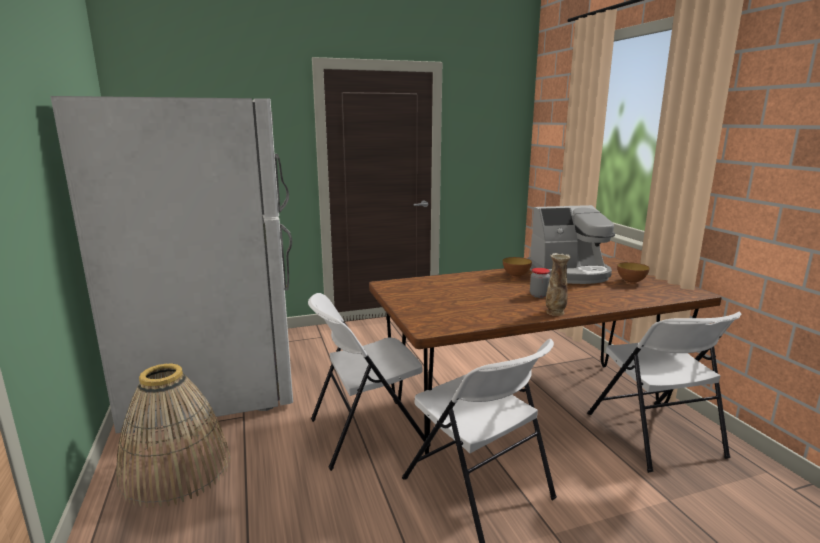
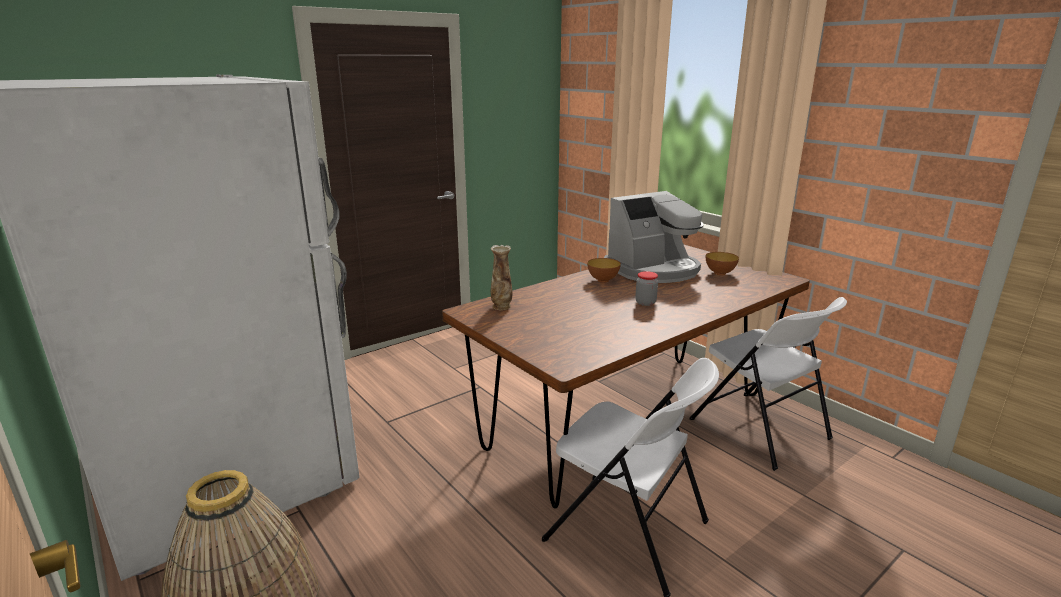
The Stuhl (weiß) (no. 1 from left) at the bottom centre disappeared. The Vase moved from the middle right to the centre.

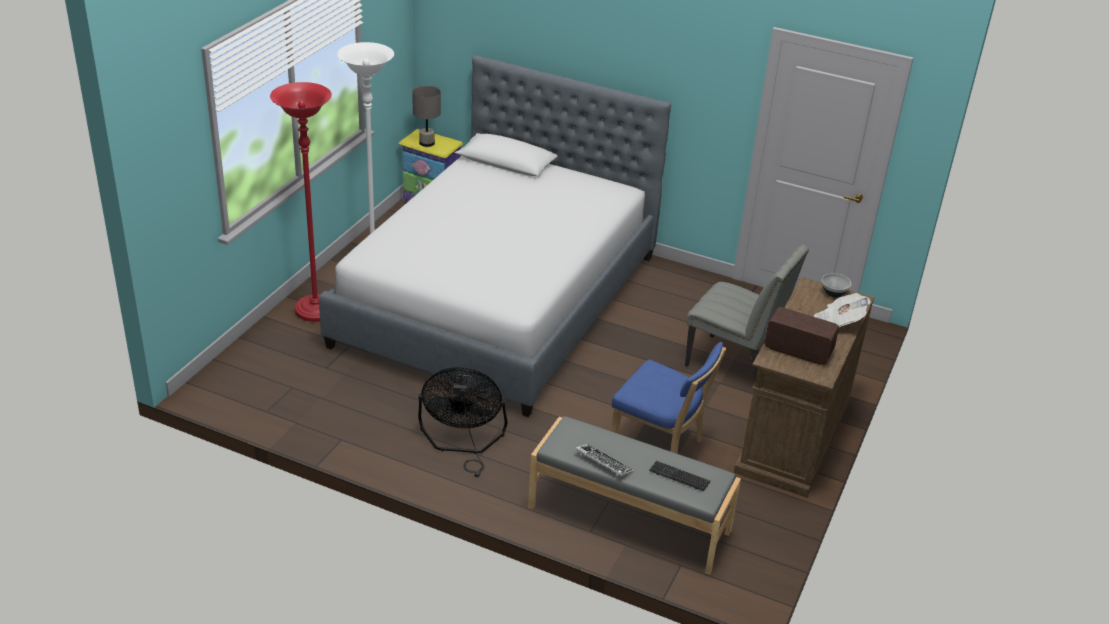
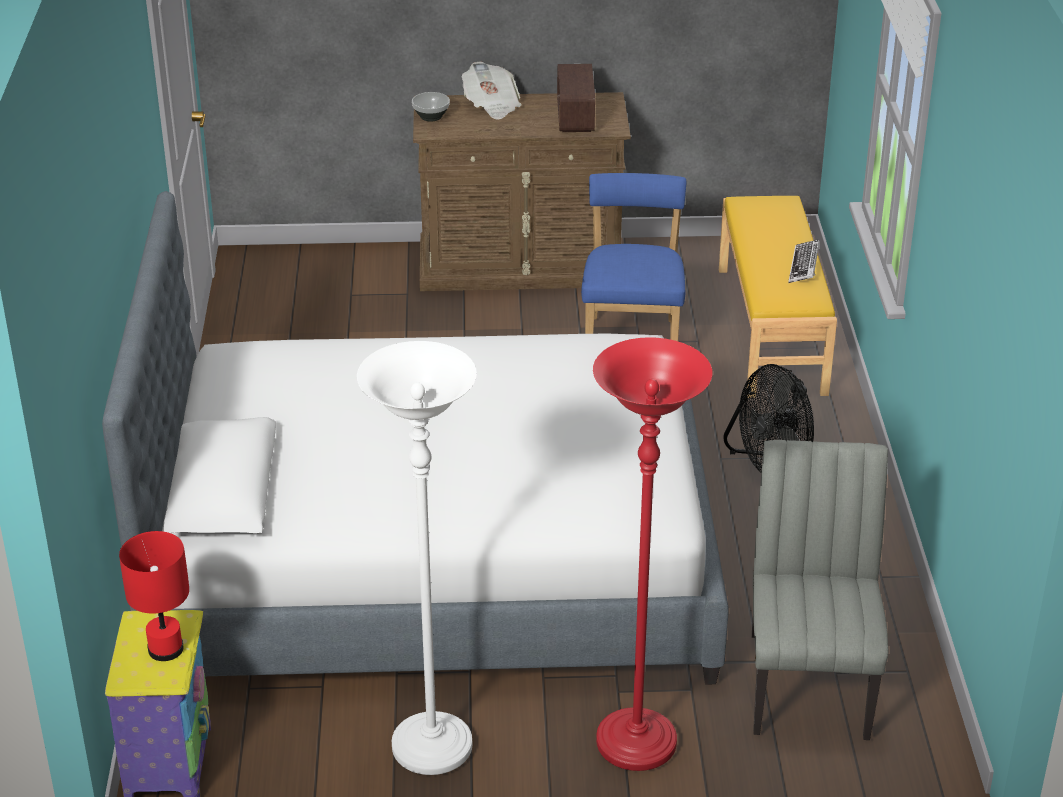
The Tischlampe (grau) at the top centre became the Tischlampe (rot) at the bottom left. The Bank (grau) at the bottom centre became the Bank (gelb) at the middle right. The Tastatur (no. 2 from left) at the bottom centre disappeared. The Stuhl (grau) moved from the middle right to the bottom right.

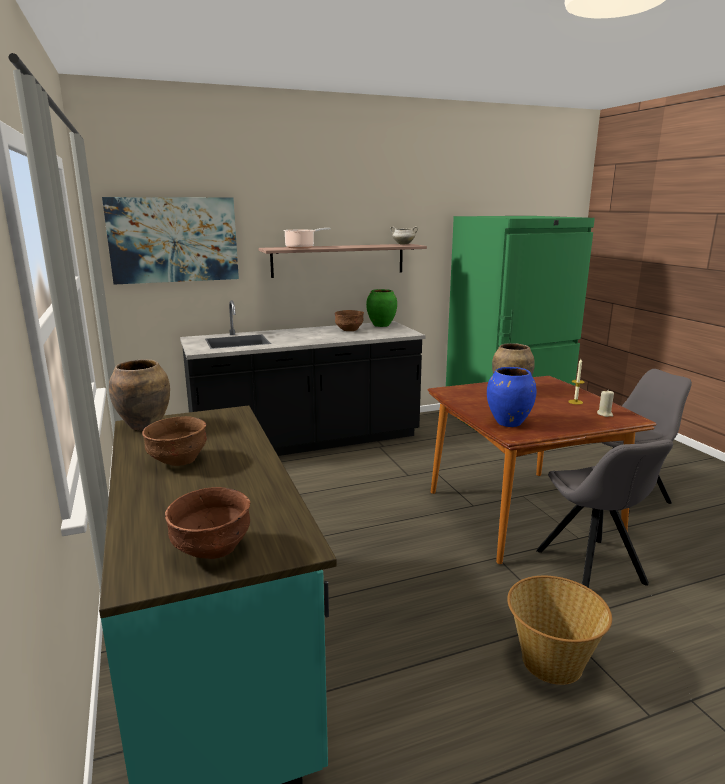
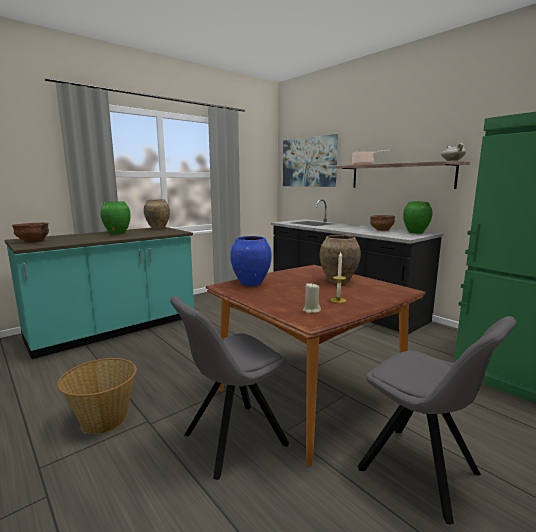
The Schüssel (braun) (no. 1 from left) at the middle left was replaced by the Vase (grün) (no. 1 from left) at the middle left.

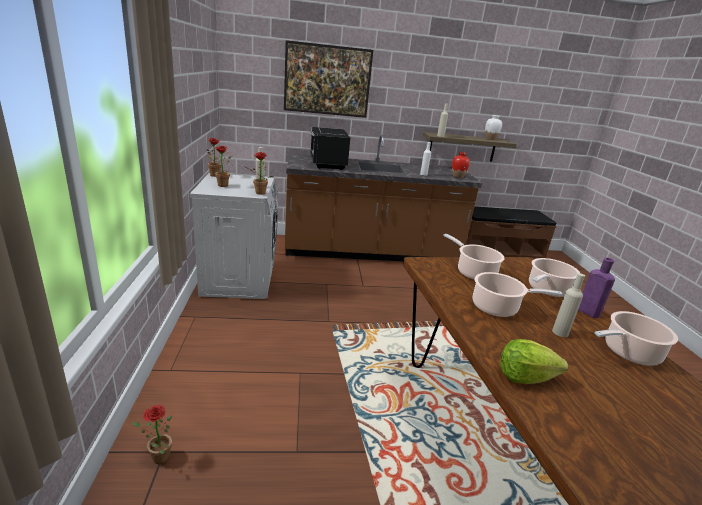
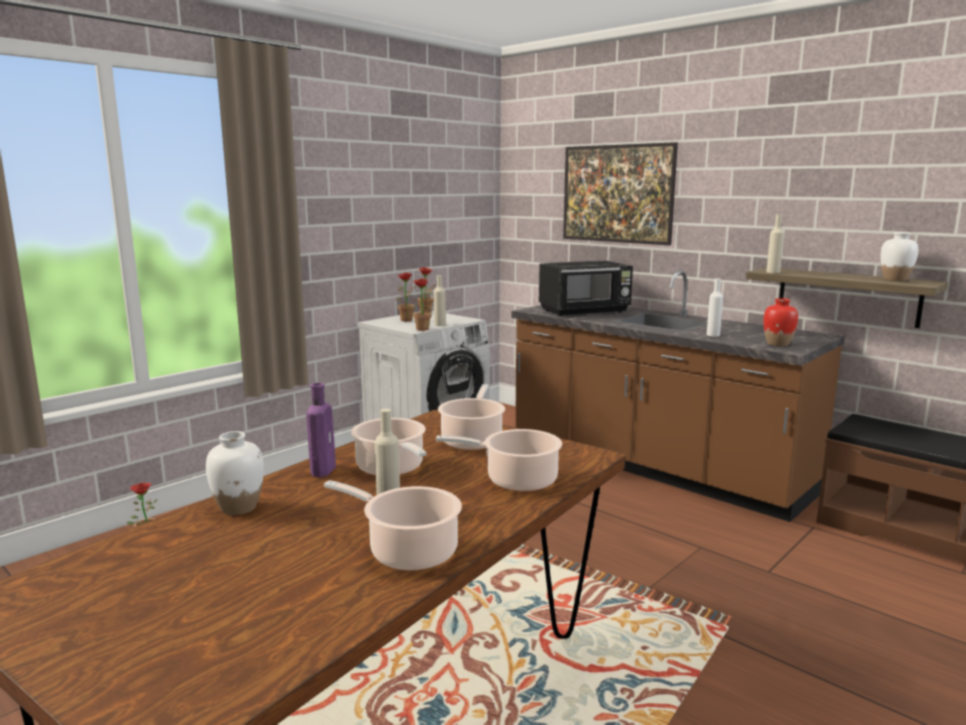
The Mikrowelle (schwarz) at the top centre turned 150 degrees counterclockwise. The Salatkopf at the bottom right was replaced by the Vase (weiß) (no. 1 from left) at the middle left. The Flasche (lila) moved from the middle right to the middle left.

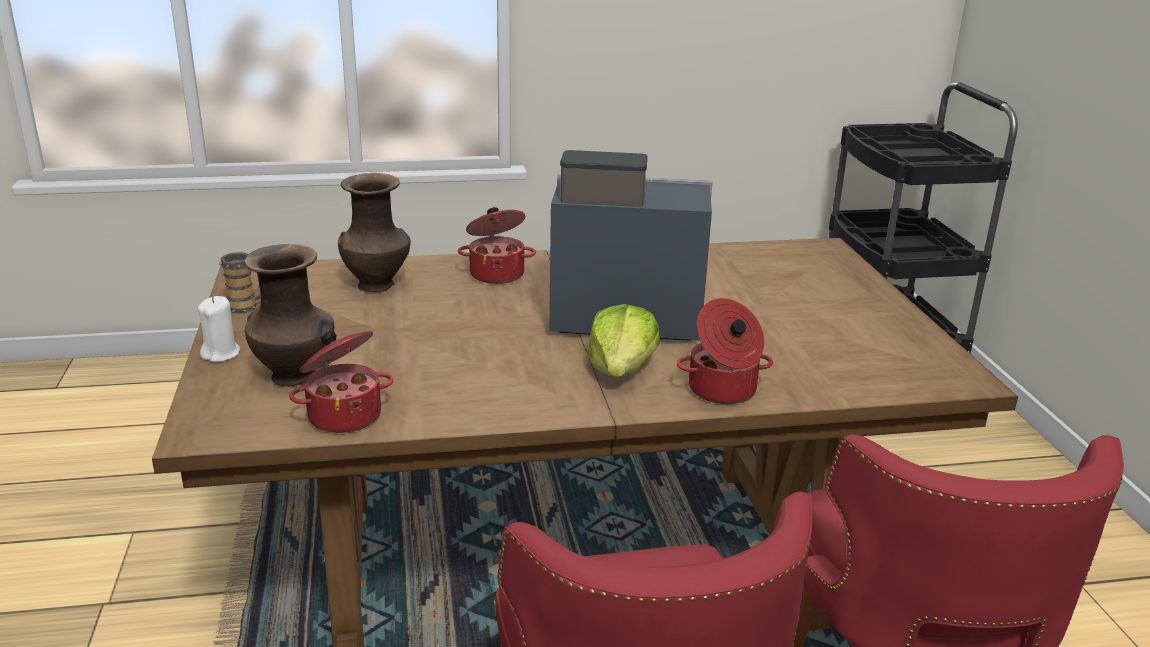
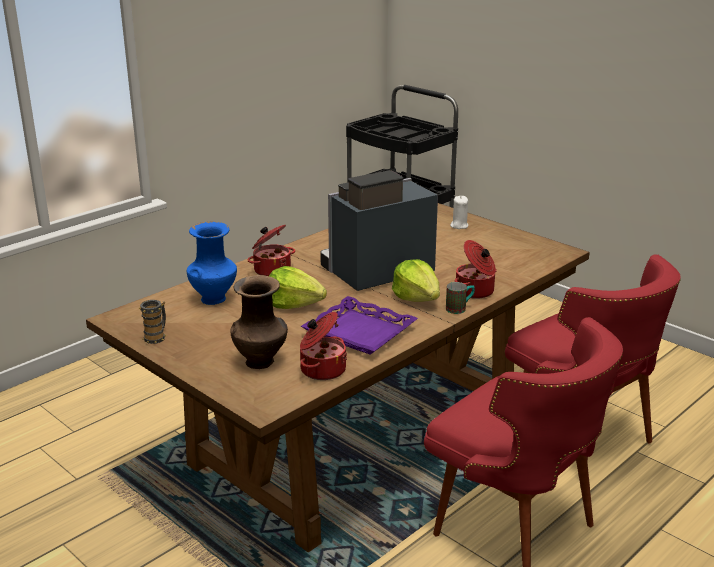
The Kerze (weiß) moved from the middle left to the centre. The Vase (braun) (no. 2 from left) at the middle left became the Vase (blau) at the middle left. The Salatkopf (no. 1 from left) at the centre appeared. The Tablett (lila) at the centre appeared. The Henkelbecher (no. 2 from left) at the centre appeared.

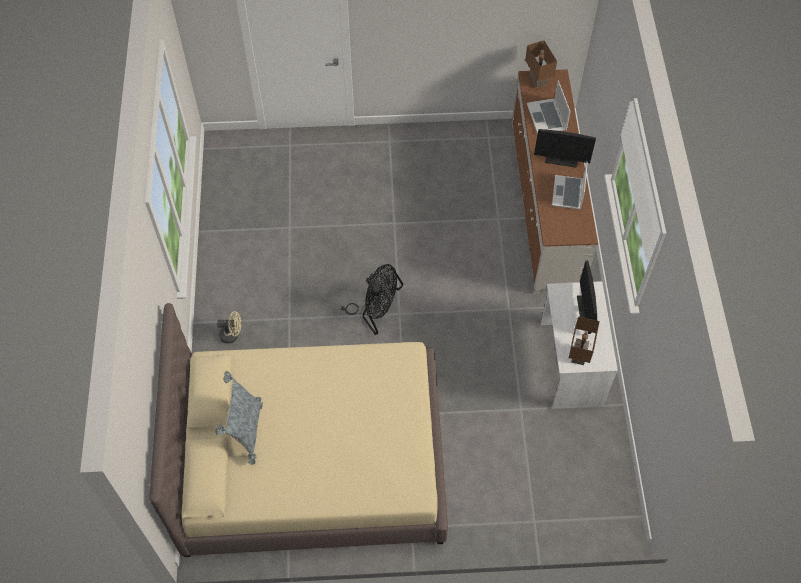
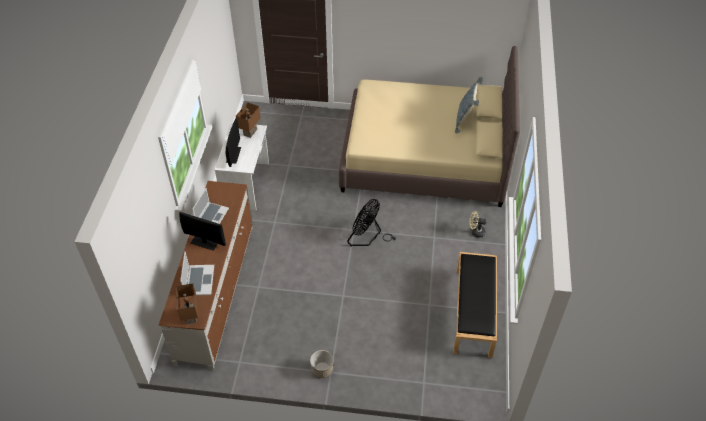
The Pflanzkübel at the bottom centre appeared. The Bank (schwarz) at the bottom right appeared.

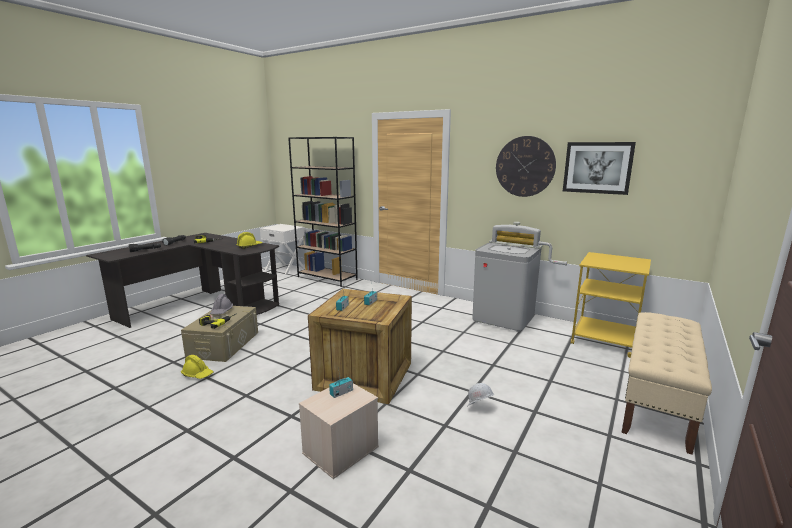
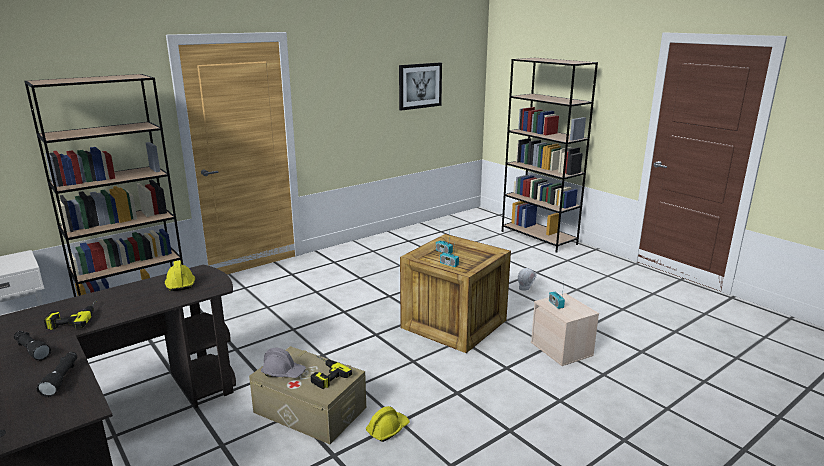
The Waschmaschine (grau) at the centre disappeared. The Wanduhr at the top centre disappeared. The Rollwagen (gelb) at the middle right disappeared. The Bank (beige) at the bottom right was replaced by the Bücherregal (beige) (no. 2 from left) at the top right.

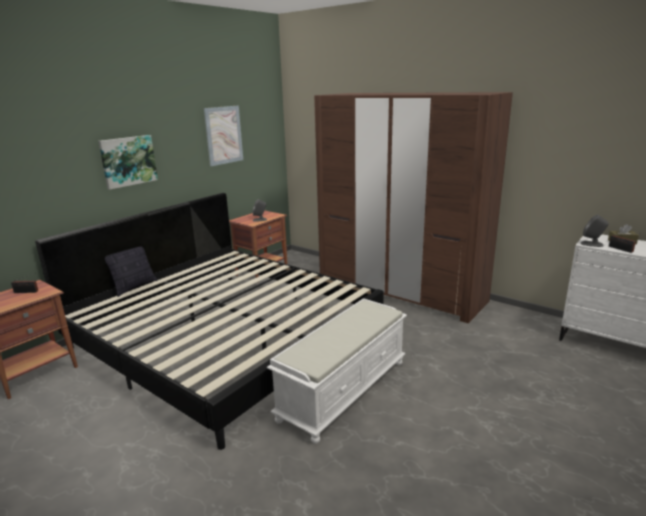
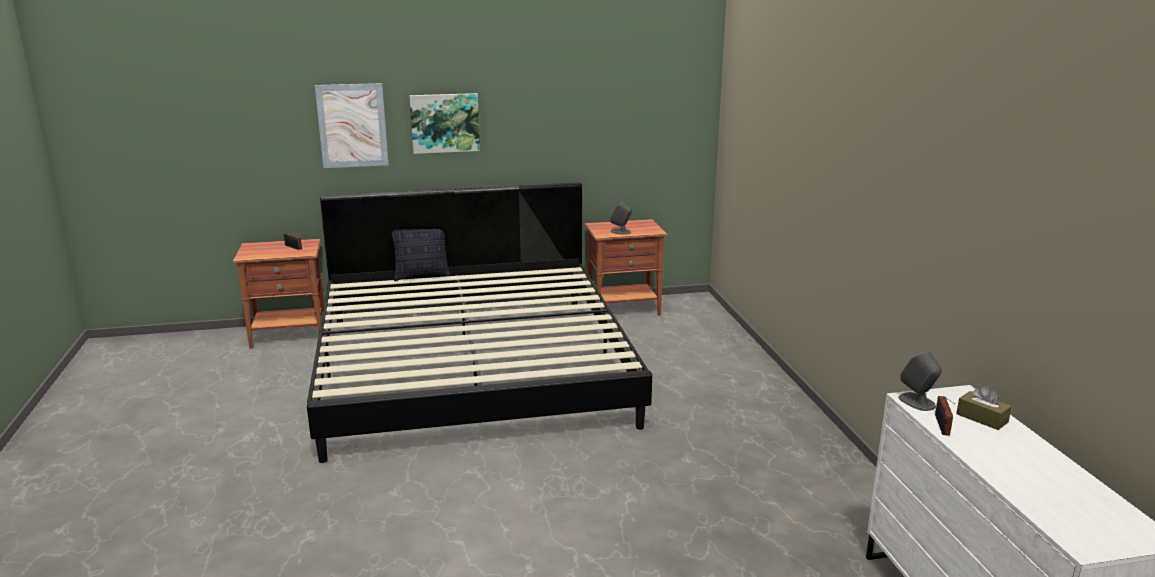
The Bild (no. 2 from left in the first image) moved from the top centre to the top left. The Bank (weiß) at the bottom centre disappeared. The Kleiderschrank (braun) at the centre disappeared.

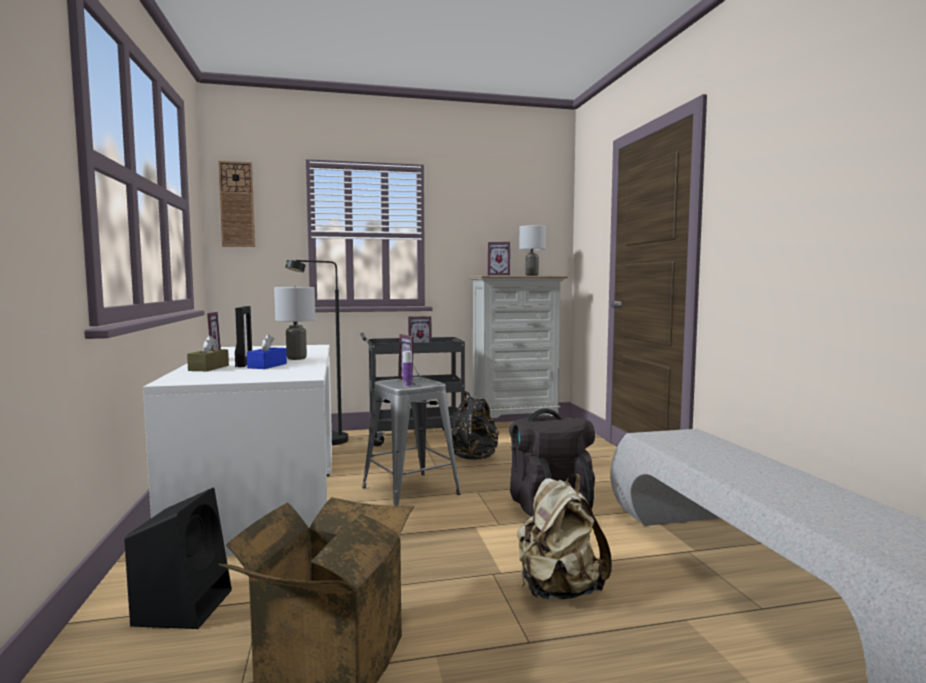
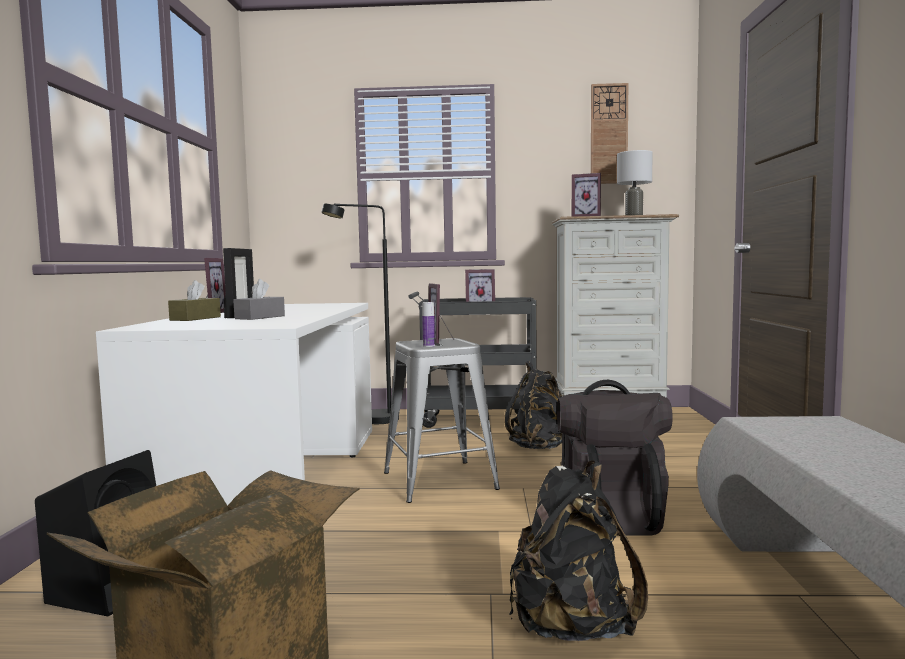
The Wanduhr moved from the top left to the top right. The Taschentuchbox (blau) at the middle left became the Taschentuchbox (grau) at the middle left. The Tischlampe (weiß) (no. 1 from left) at the middle left disappeared. The Rucksack (beige) at the bottom centre became the Rucksack (schwarz) (no. 2 from left) at the bottom centre.

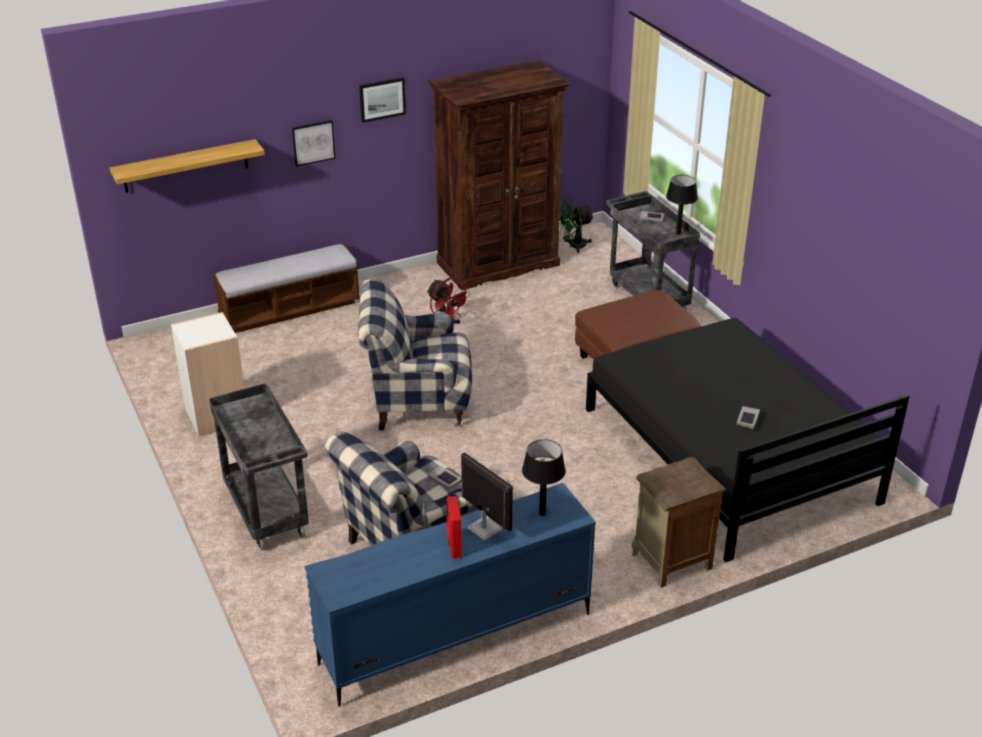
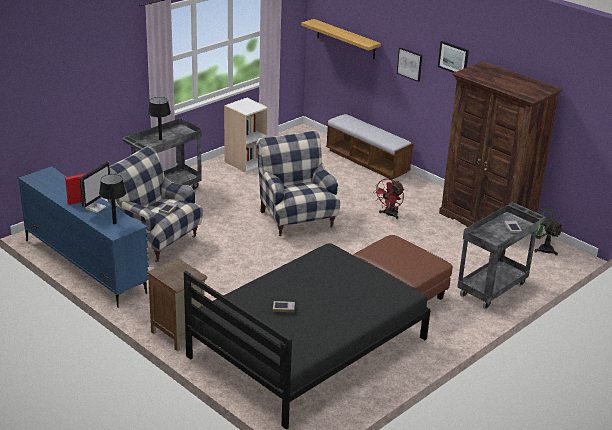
The Tischlampe (schwarz) (no. 2 from left) moved from the top right to the top left.

